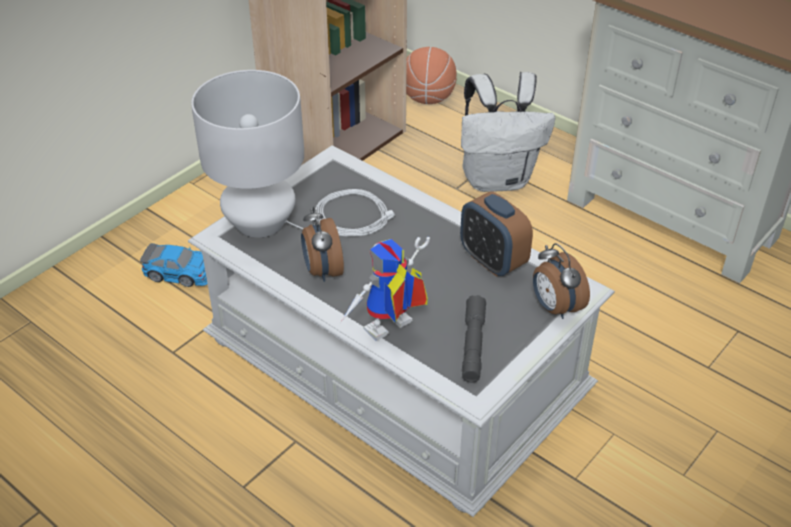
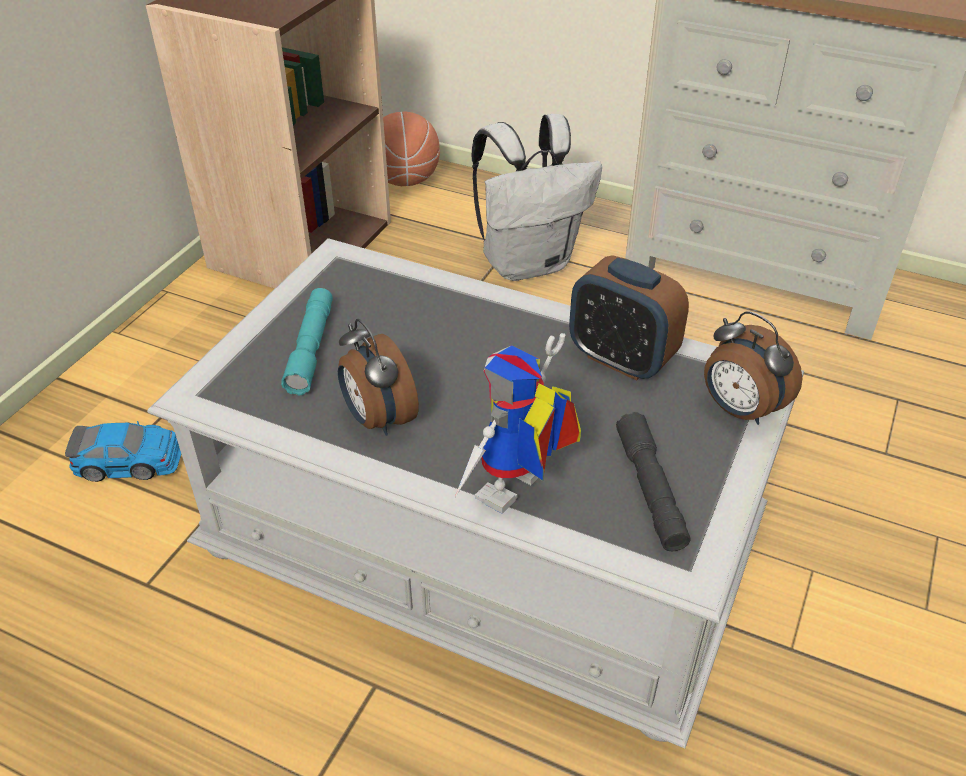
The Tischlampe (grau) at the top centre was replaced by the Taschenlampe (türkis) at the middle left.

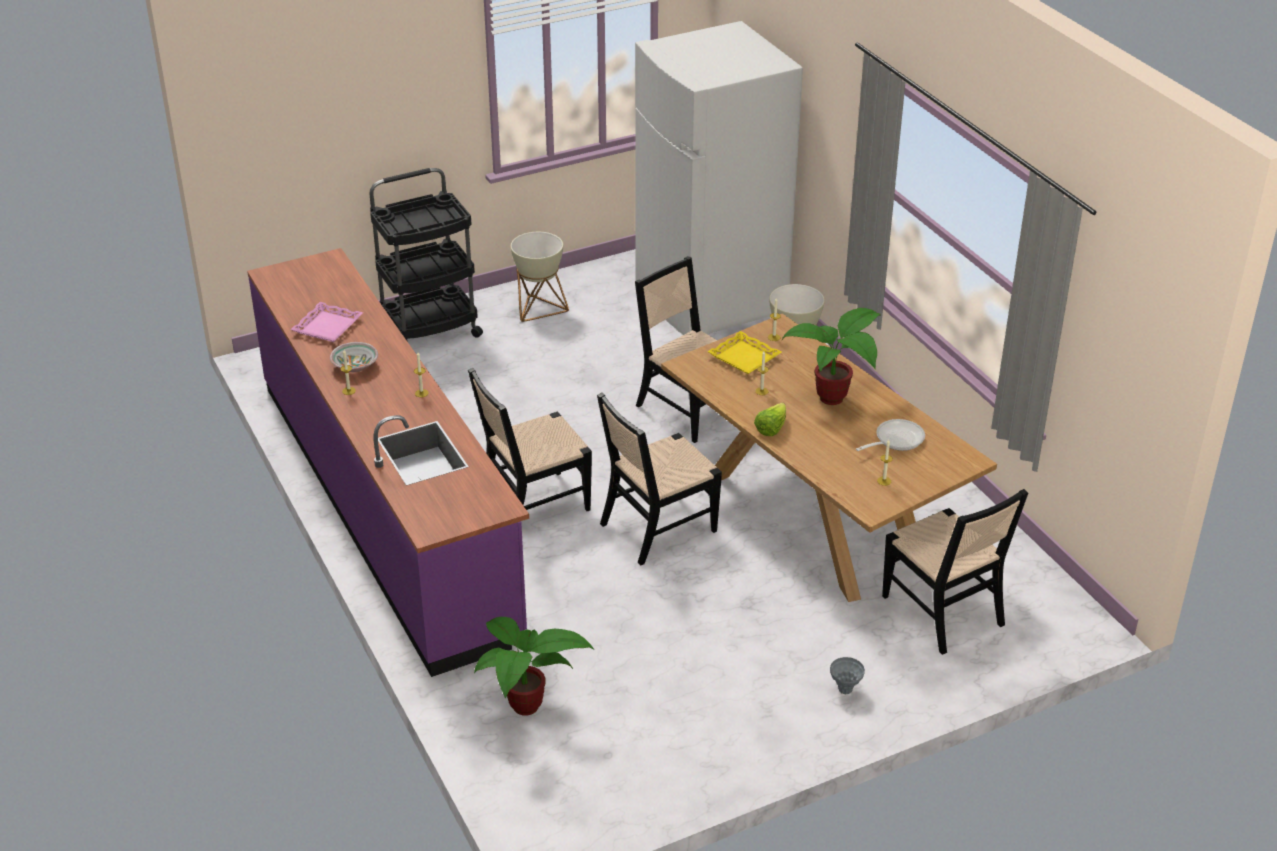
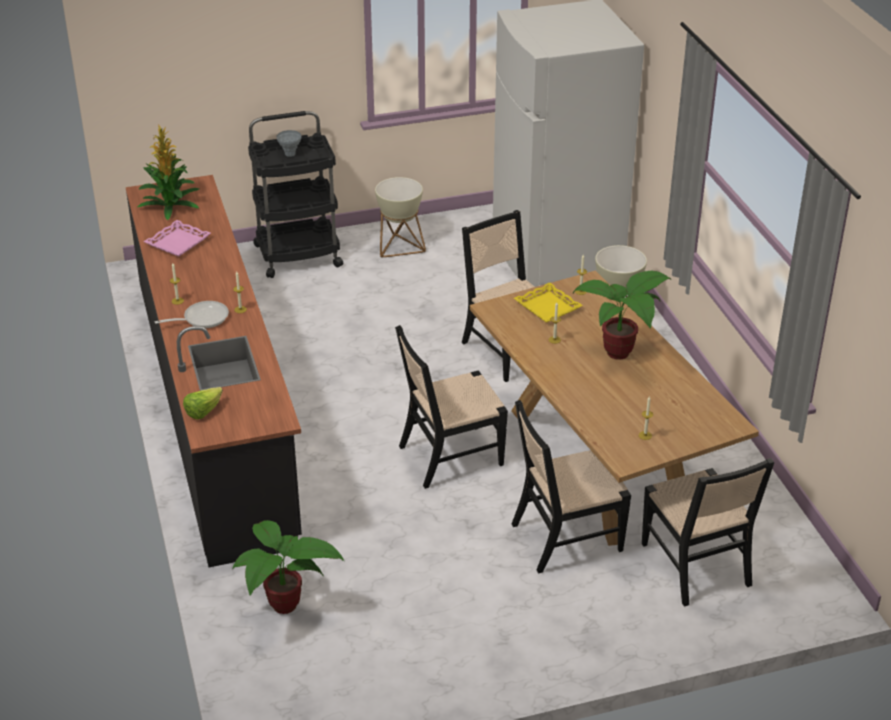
The Küchenzeile (lila) at the middle left became the Küchenzeile (schwarz) at the middle left. The Schüssel at the middle left disappeared. The Stuhl (no. 1 from left in the first image) moved from the centre to the bottom centre. The Salatkopf moved from the centre to the middle left. The Vase (grau) moved from the bottom centre to the top left. The Pfanne moved from the middle right to the middle left. The Topfpflanze (no. 1 from left) at the top left appeared.

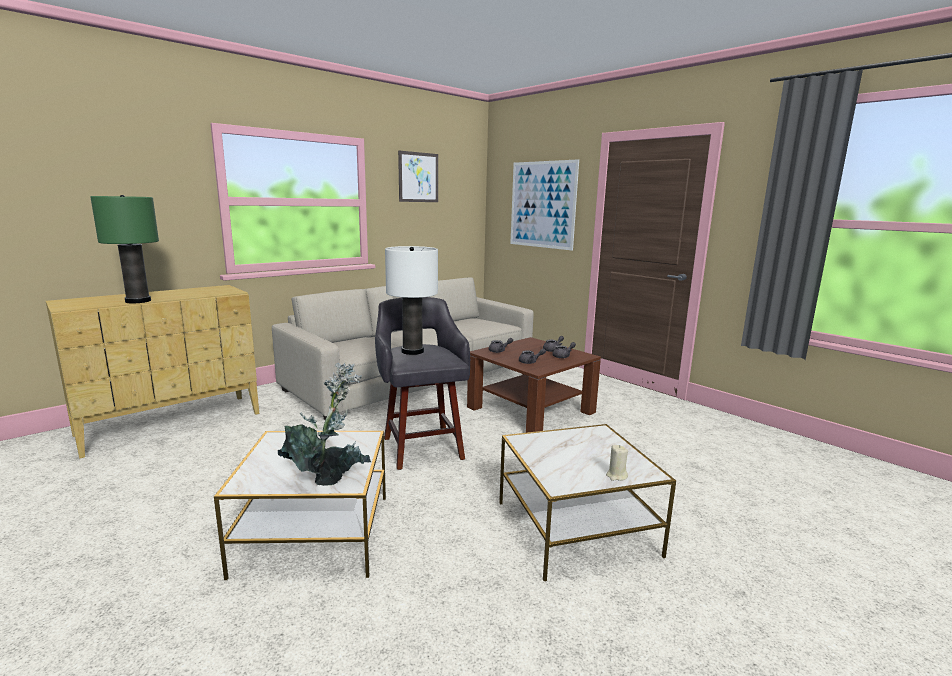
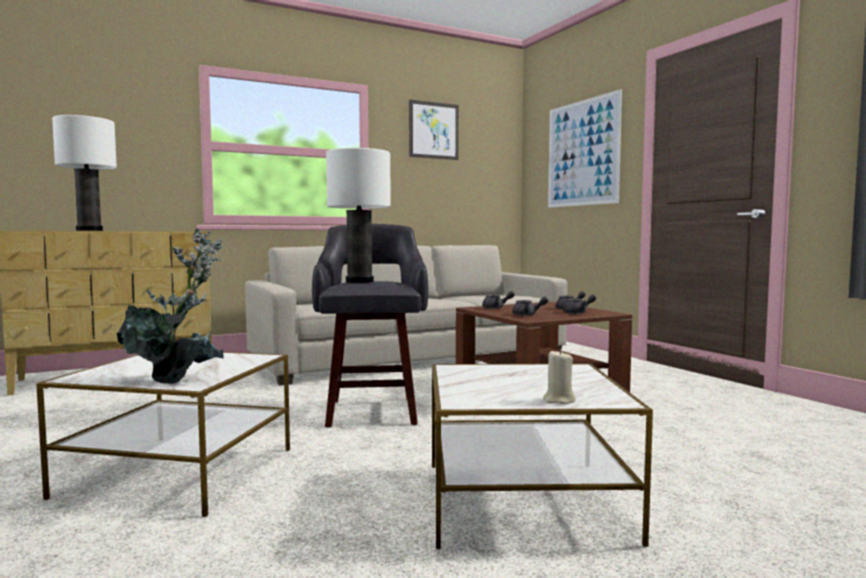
The Tischlampe (grün) at the middle left became the Tischlampe (weiß) (no. 1 from left) at the top left.

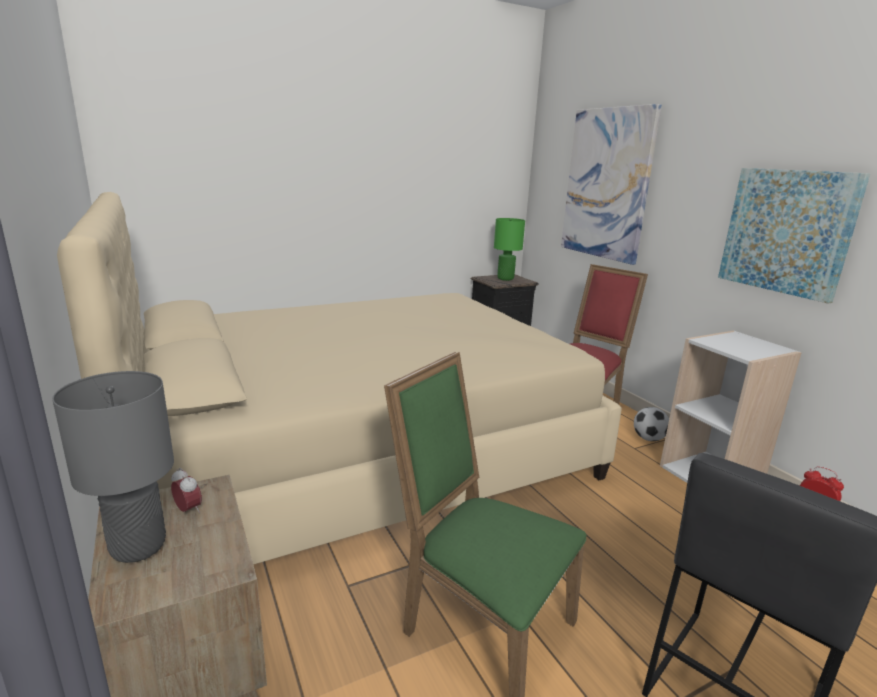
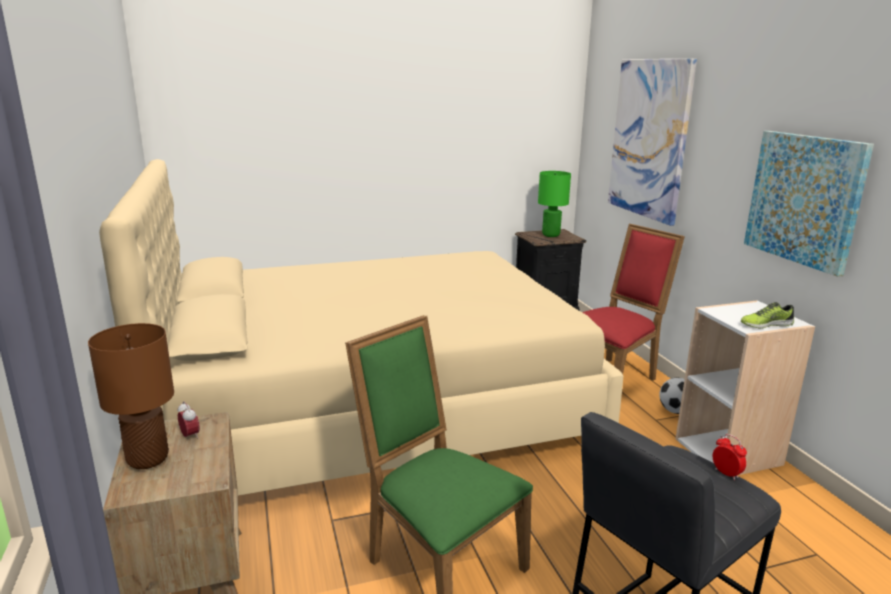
The Tischlampe (grau) at the bottom left became the Tischlampe (braun) at the bottom left. The Schuh at the middle right appeared.

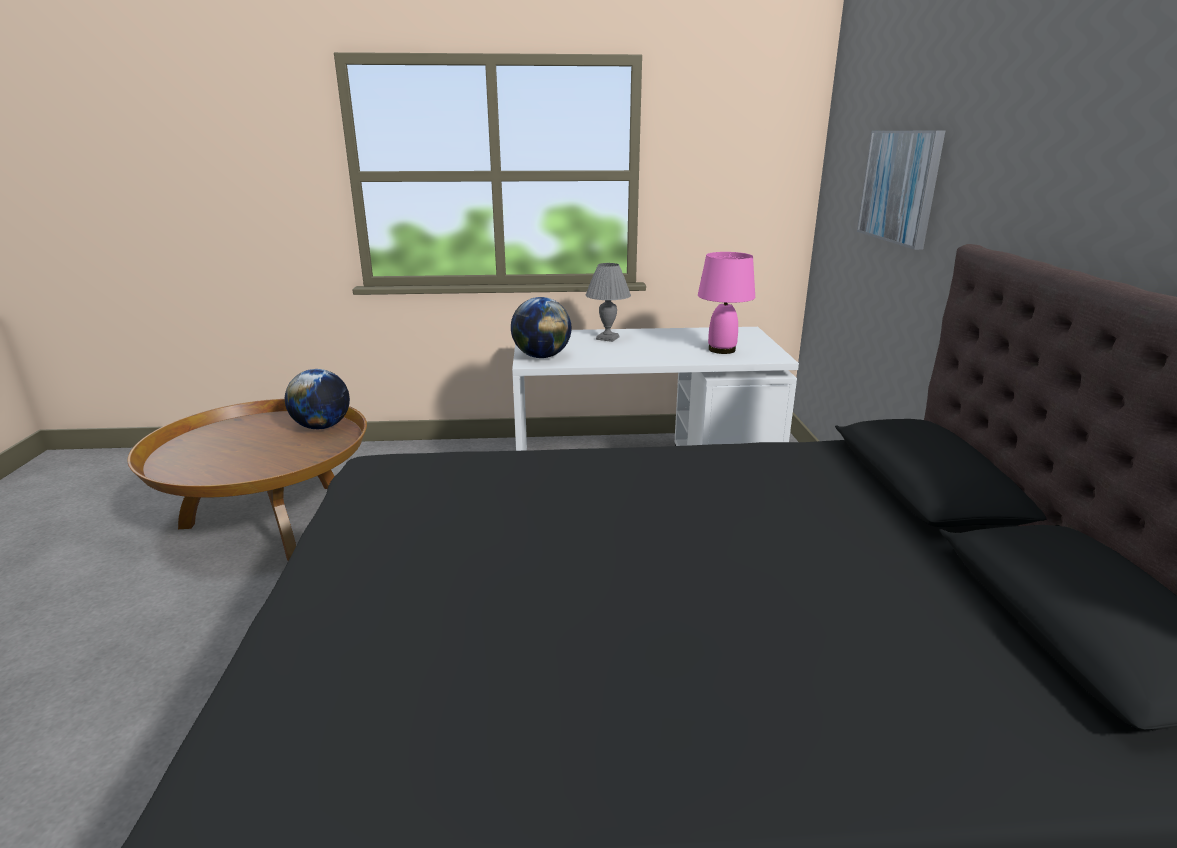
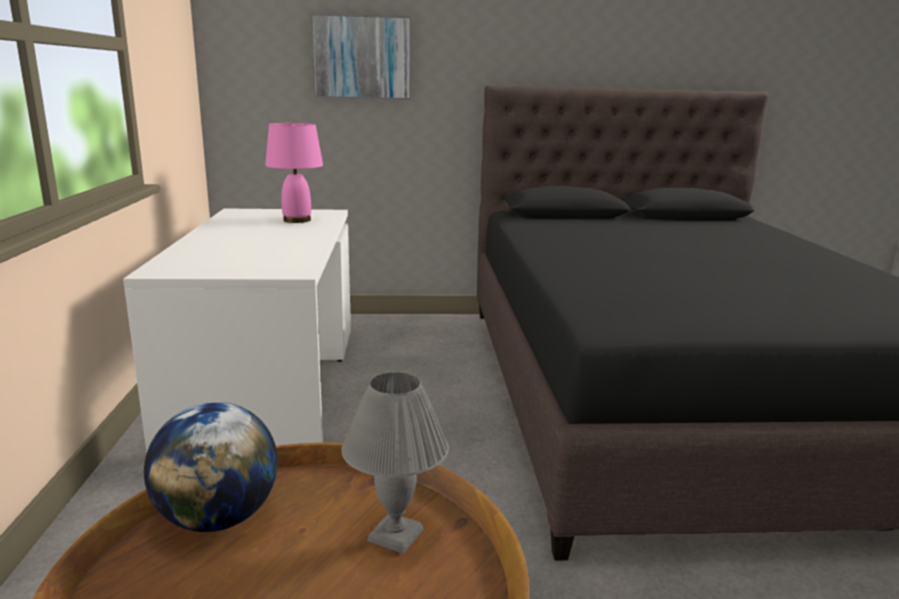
The Globus (no. 2 from left) at the centre disappeared. The Tischlampe (grau) moved from the centre to the bottom centre.

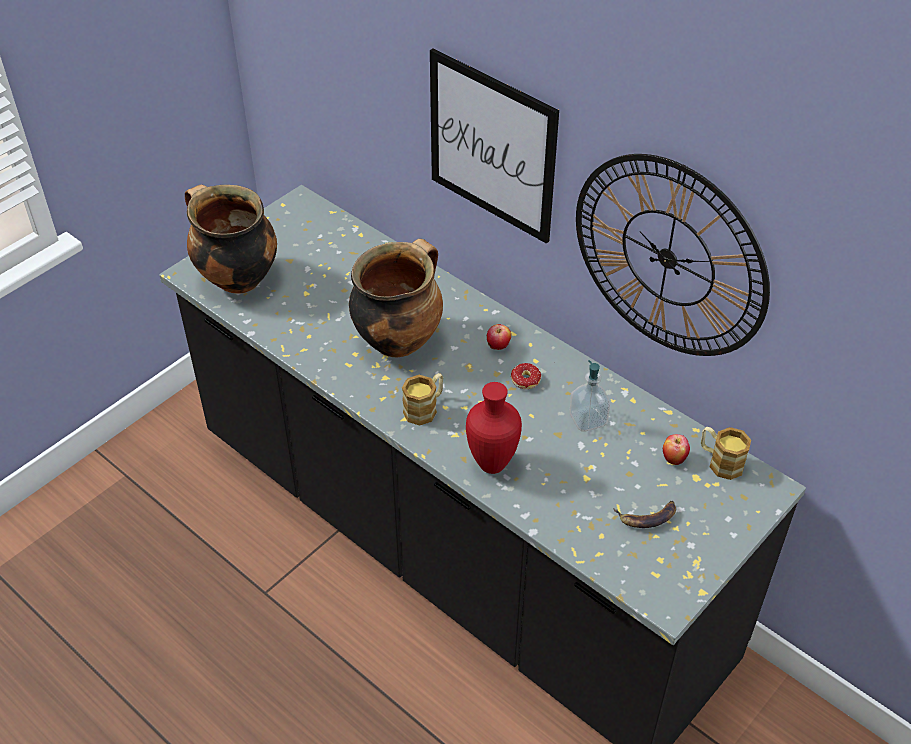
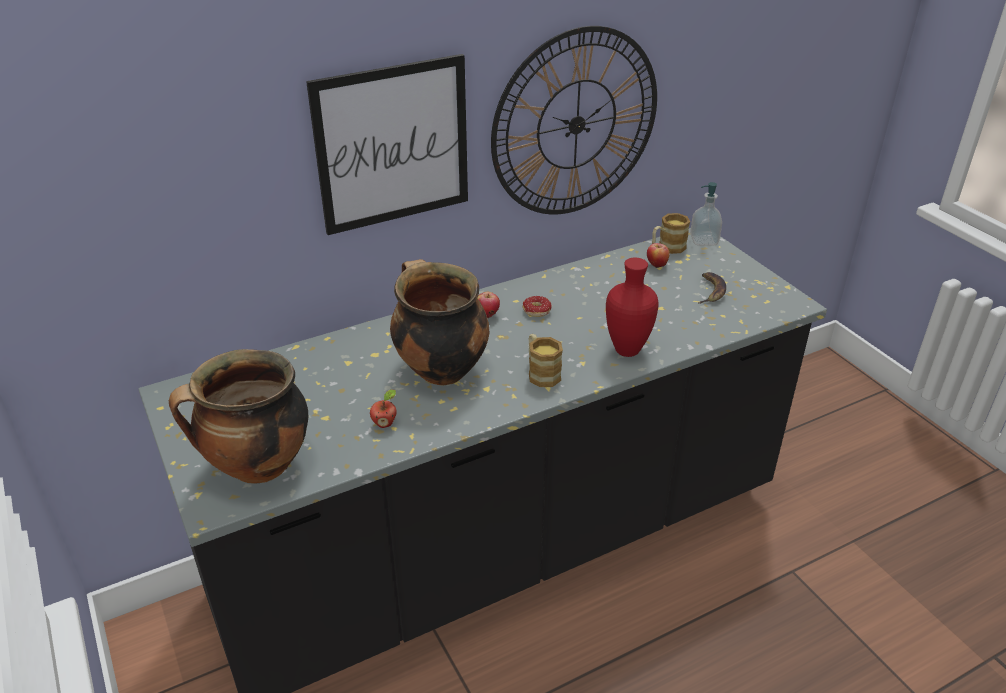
The Seifenspender moved from the centre to the top right. The Apfel (no. 1 from left) at the centre appeared.

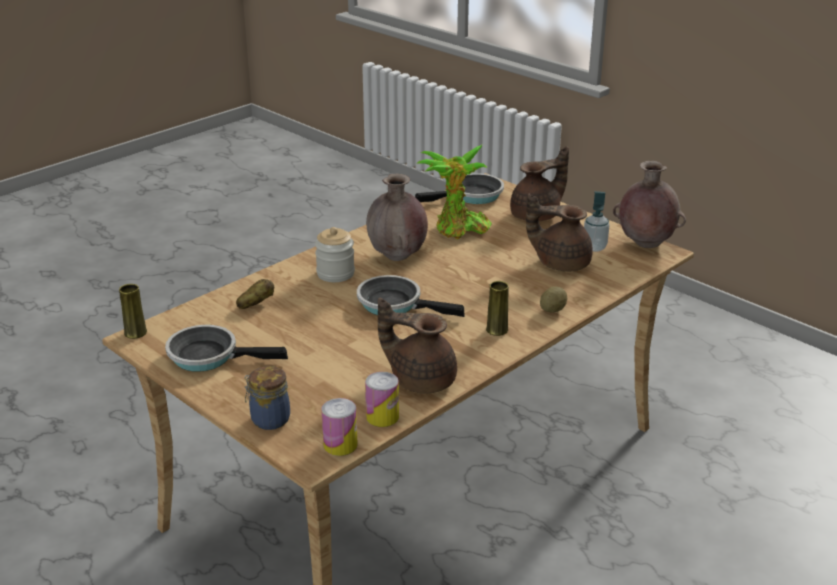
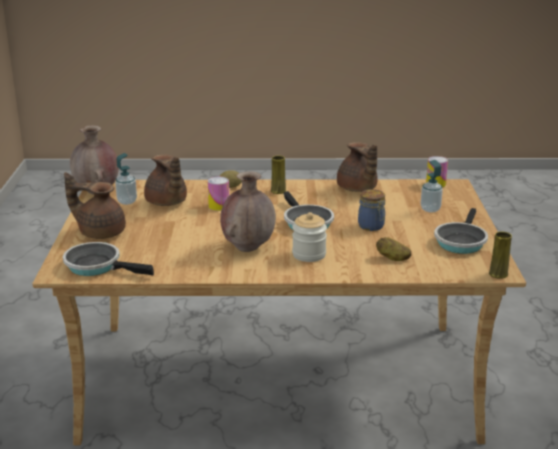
The Pfanne (no. 1 from left in the first image) at the middle left turned 60 degrees clockwise. The Vorratsglas (no. 1 from left in the first image) moved from the bottom left to the centre. The Dose (no. 2 from left in the first image) moved from the bottom centre to the centre. The Topfpflanze at the top centre disappeared. The Seifenspender (no. 2 from left) at the middle right appeared.

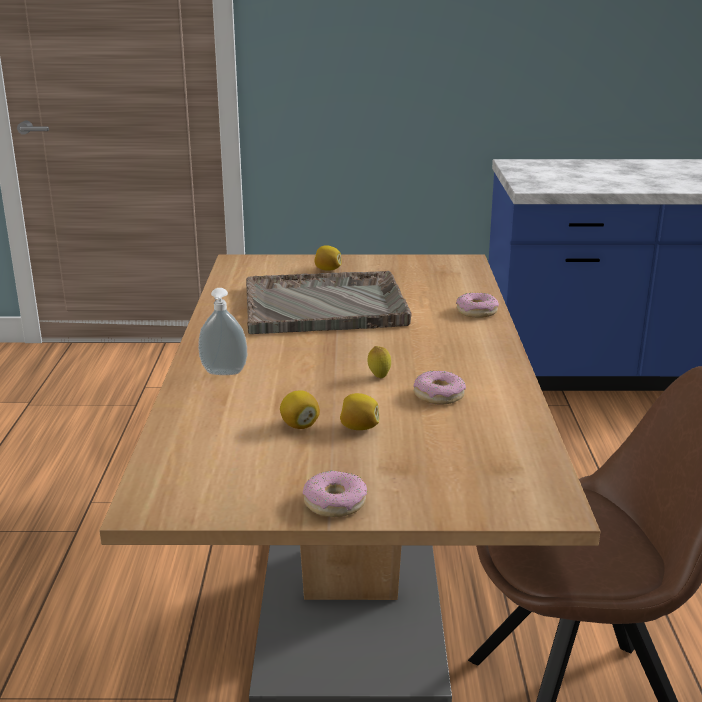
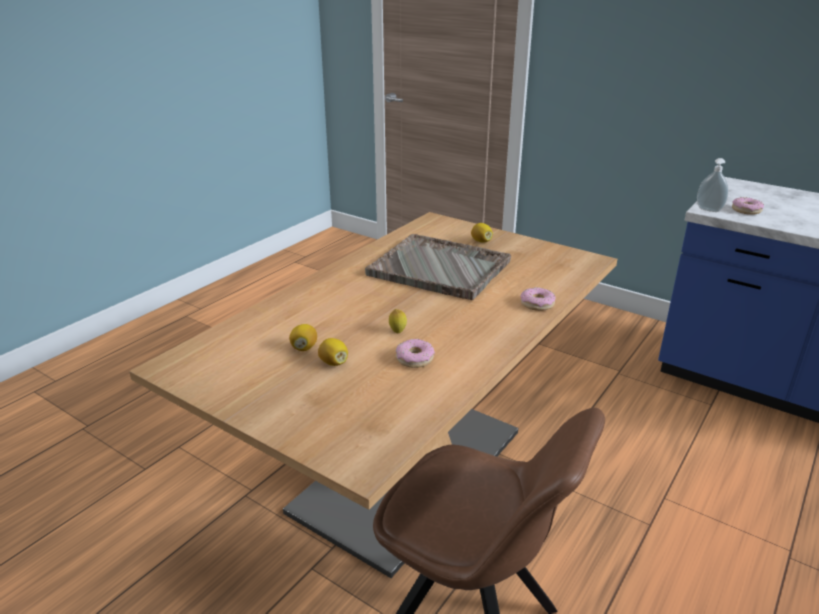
The Seifenspender moved from the middle left to the top right. The Donut (no. 1 from left in the first image) moved from the bottom centre to the middle right.

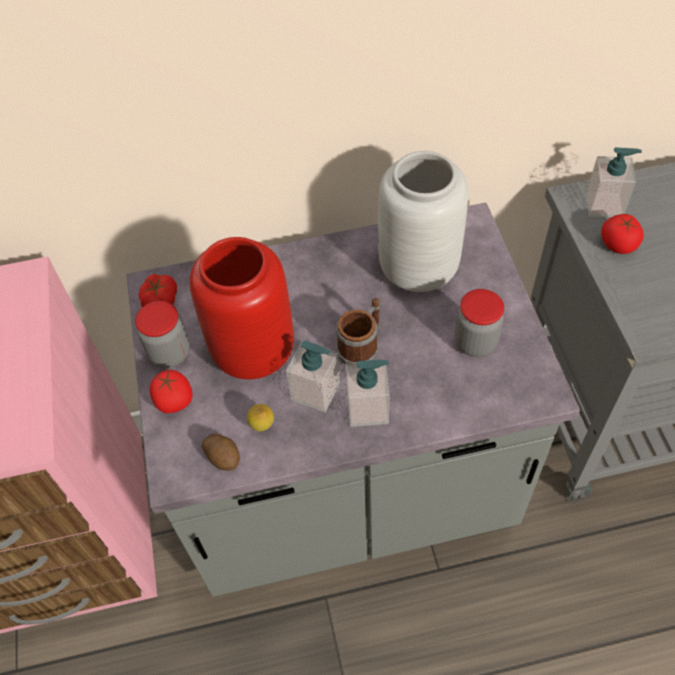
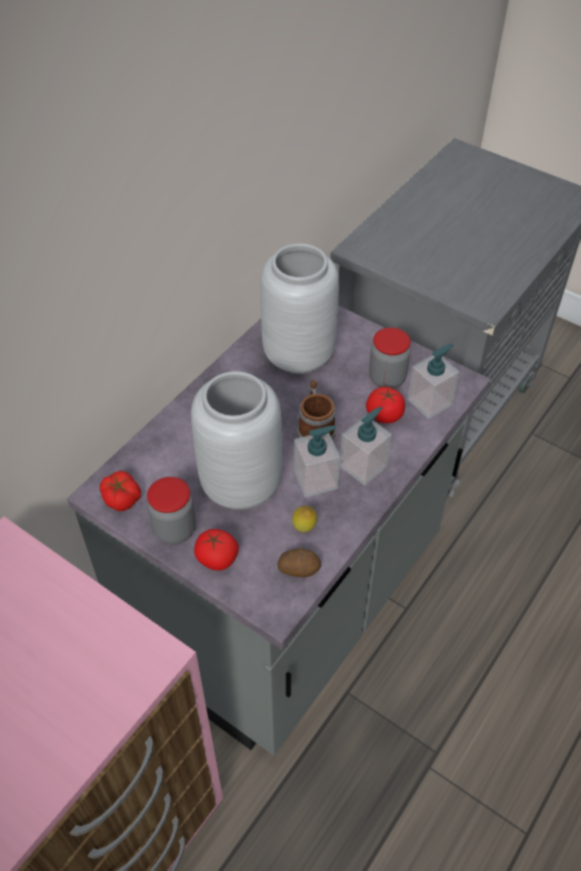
The Vase (rot) at the centre became the Vase (grau) (no. 1 from left) at the centre. The Seifenspender (no. 3 from left) moved from the top right to the middle right. The Tomate (no. 3 from left) moved from the middle right to the centre.

